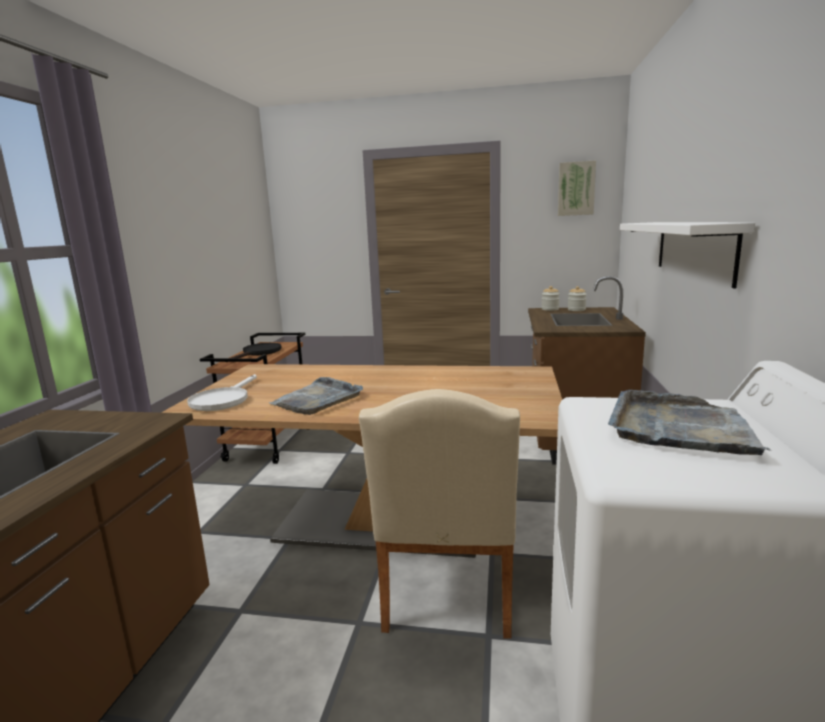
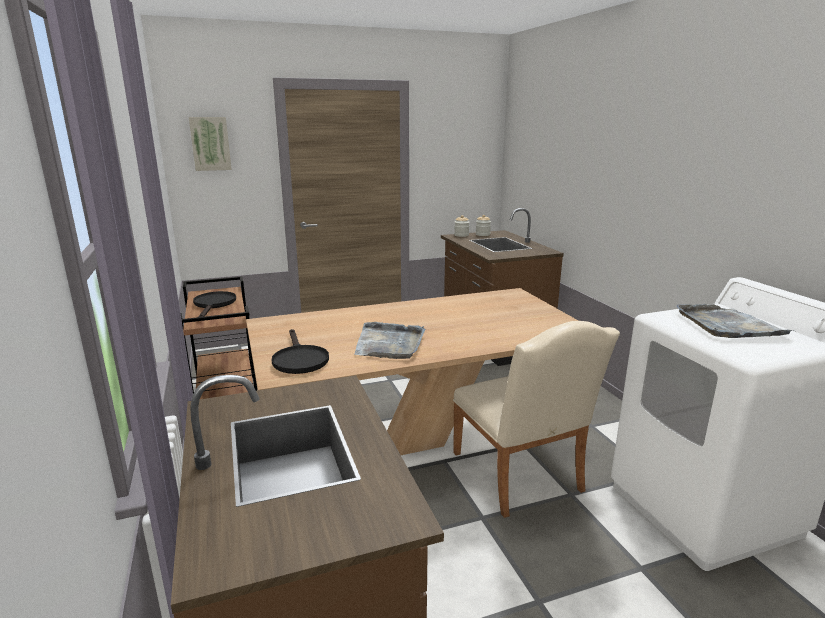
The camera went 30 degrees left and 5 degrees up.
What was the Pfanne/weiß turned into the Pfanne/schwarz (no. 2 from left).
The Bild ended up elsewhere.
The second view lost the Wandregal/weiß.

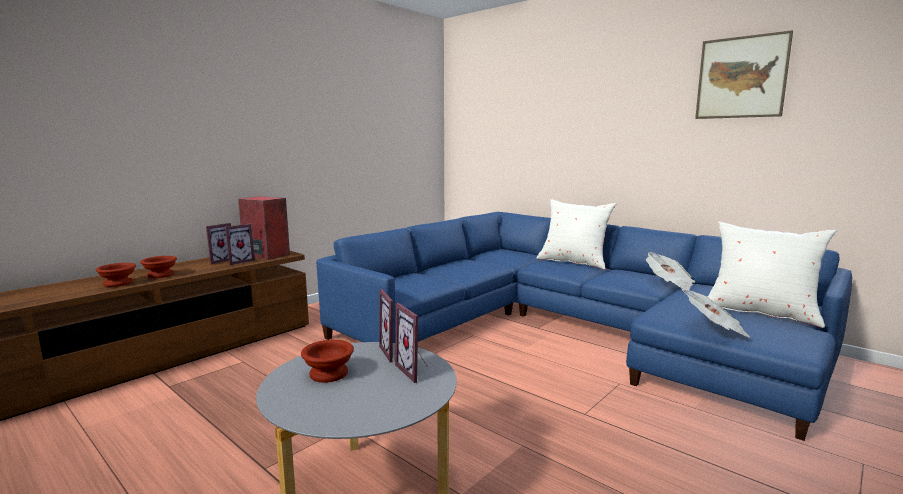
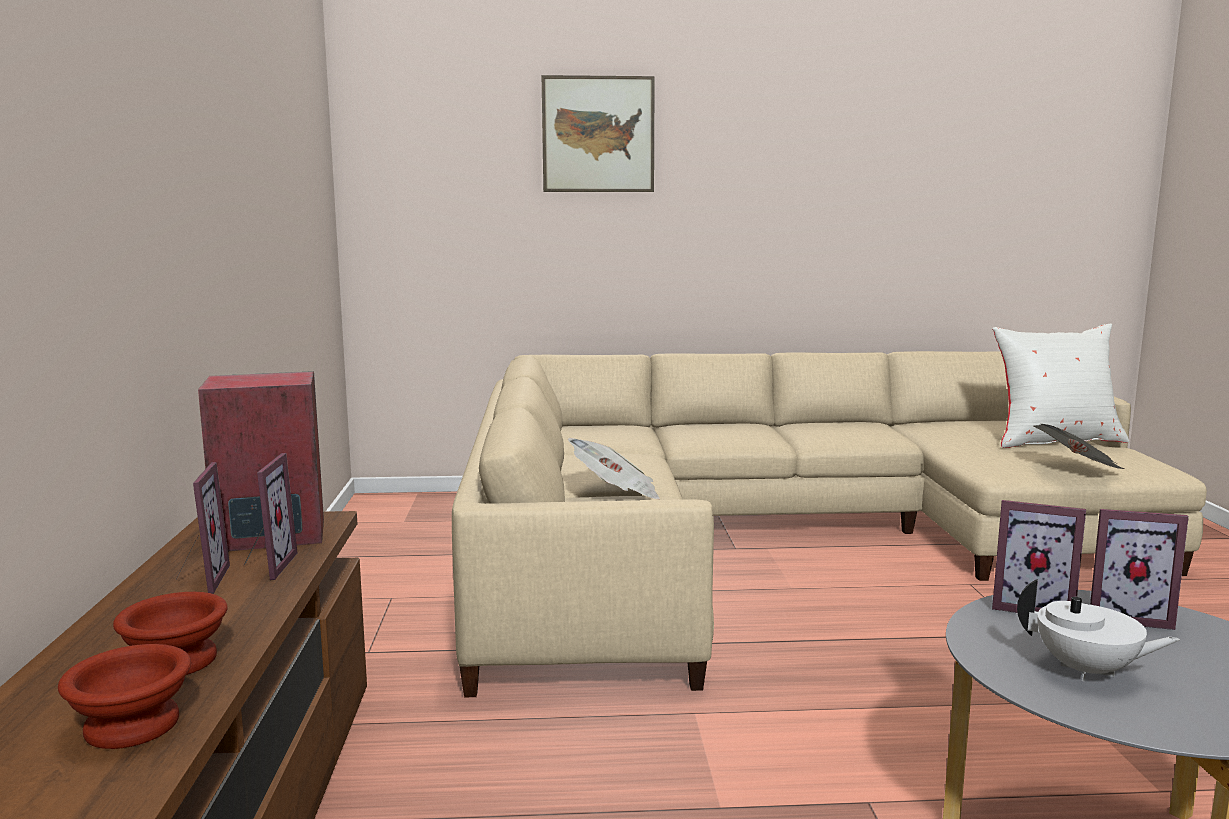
The camera went 45 degrees left and 0 degrees up.
Where the Schüssel/braun (no. 3 from left) stood, the Teekanne/weiß came to stand.
What was the Sofa/blau turned into the Sofa/beige.
The second view lost the Kissen/weiß (no. 1 from left).
The Zeitung (no. 1 from left) ended up elsewhere.
The Bild ended up elsewhere.

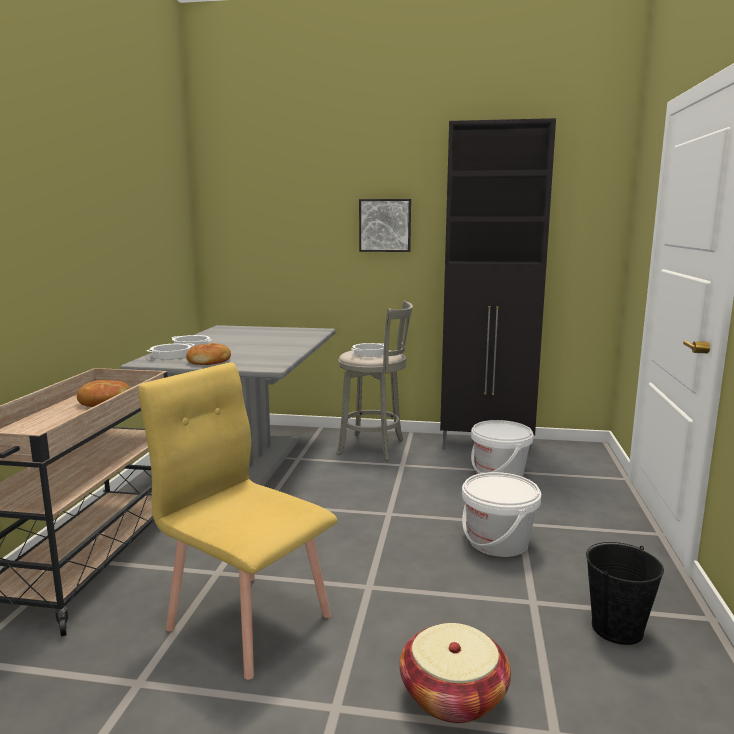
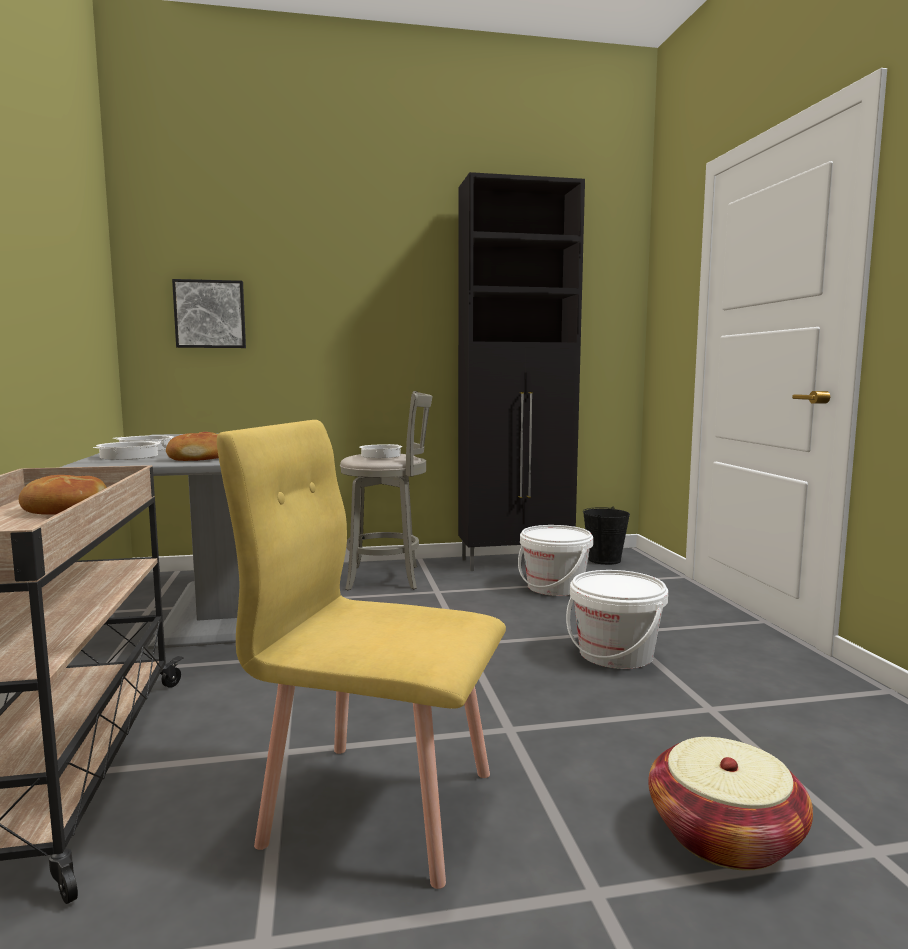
The camera went 20 degrees left and 5 degrees down.
The Bild ended up elsewhere.
The Eimer/schwarz ended up elsewhere.

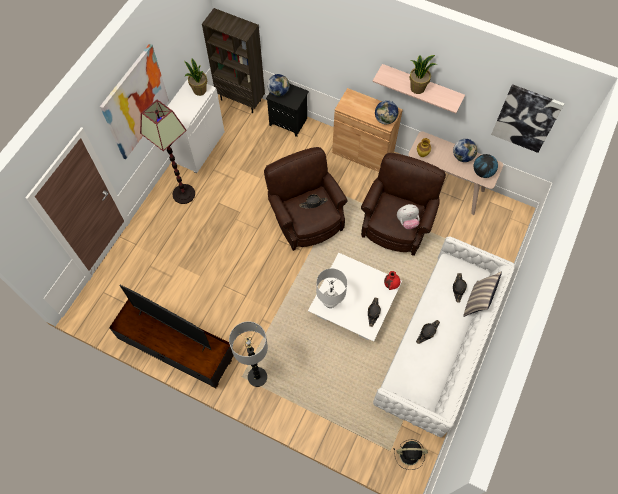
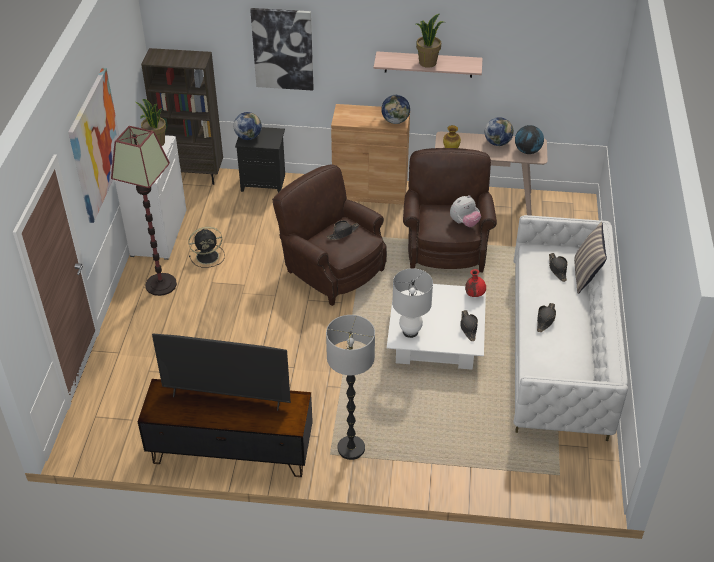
The camera went 20 degrees left and 20 degrees down.
The Ventilator/schwarz ended up elsewhere.
The Bild (no. 2 from left) ended up elsewhere.

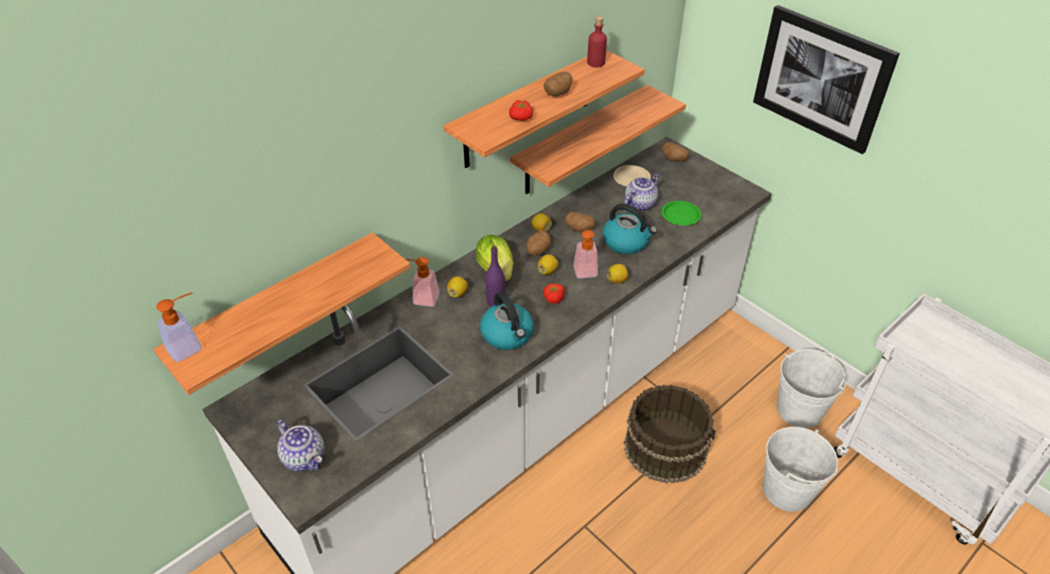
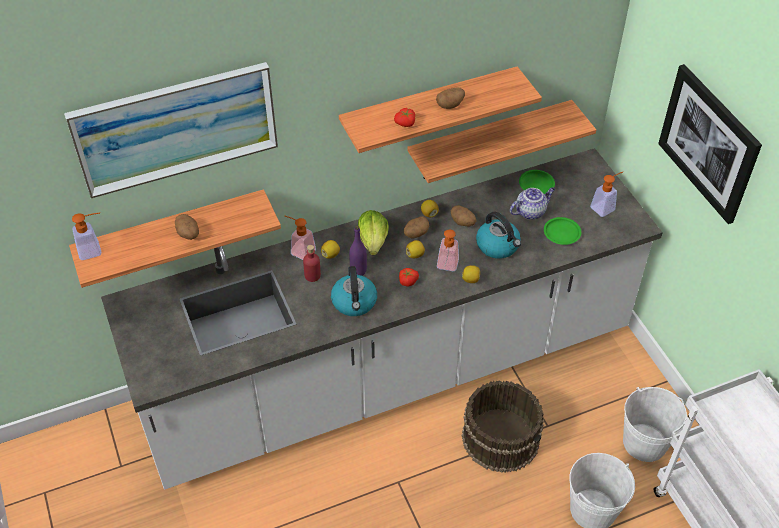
The camera went 20 degrees right and 5 degrees up.
The second view lost the Teekanne (no. 1 from left).
The Flasche/rot ended up elsewhere.
What was the Teller/beige turned into the Teller/grün (no. 1 from left).
The Kartoffel (no. 4 from left in the first image) ended up elsewhere.
The second view gained the Bild (no. 1 from left).
The second view gained the Seifenspender (no. 4 from left).

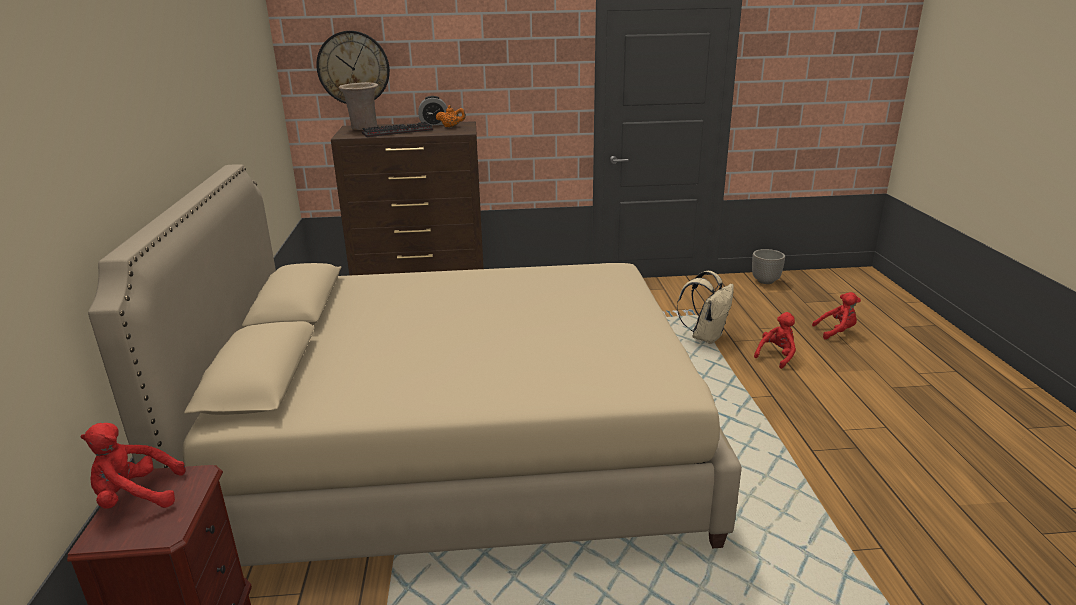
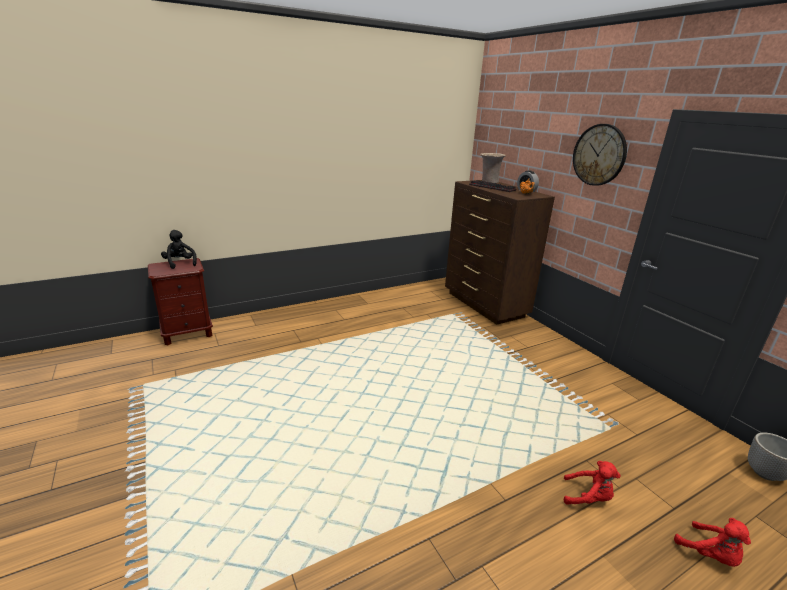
The camera went 65 degrees right and 0 degrees up.
What was the Plüschtier/rot (no. 1 from left) turned into the Plüschtier/schwarz.
The second view lost the Bett/beige.
The Wanduhr ended up elsewhere.
The second view lost the Rucksack/beige.

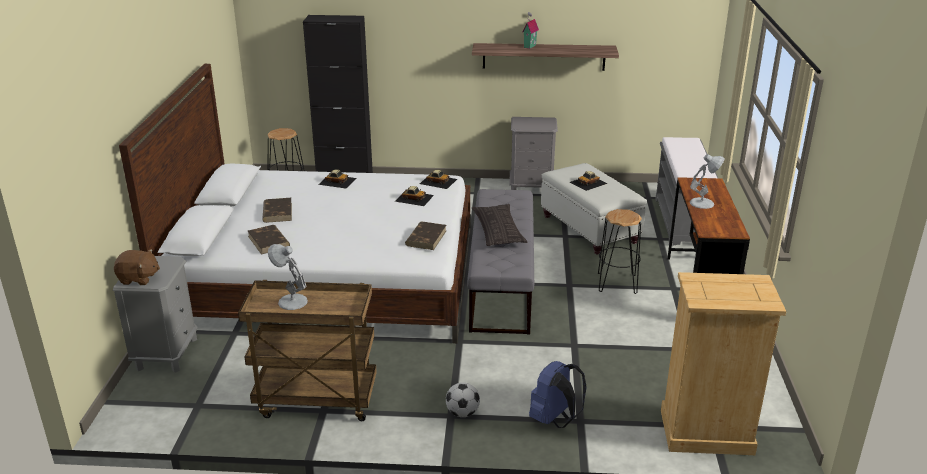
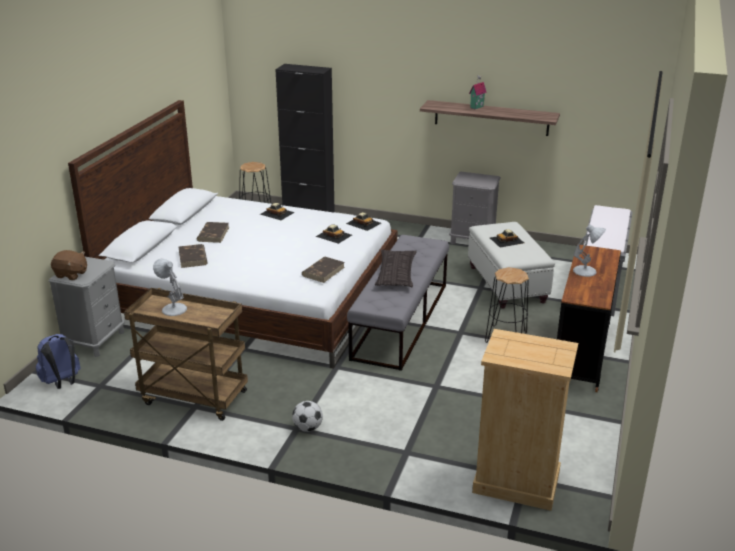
The camera went 15 degrees right and 0 degrees up.
The Rucksack/blau ended up elsewhere.

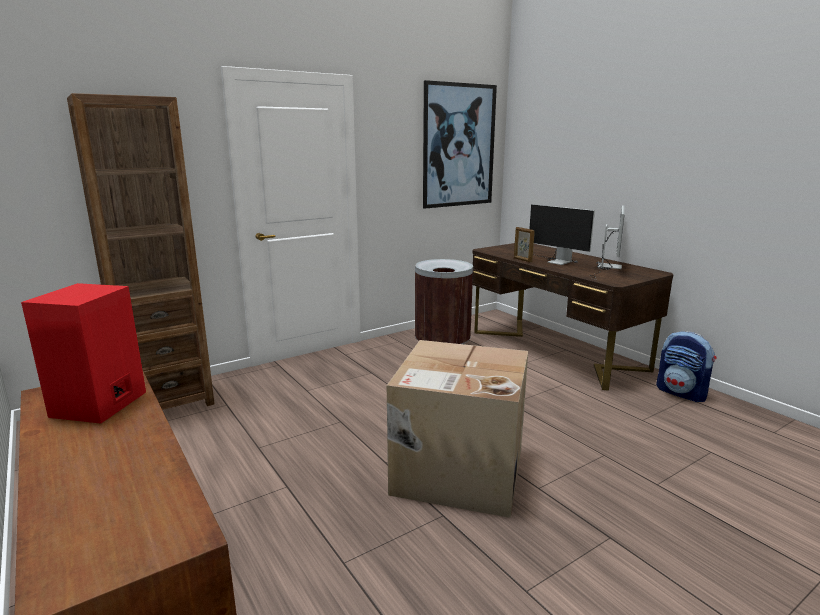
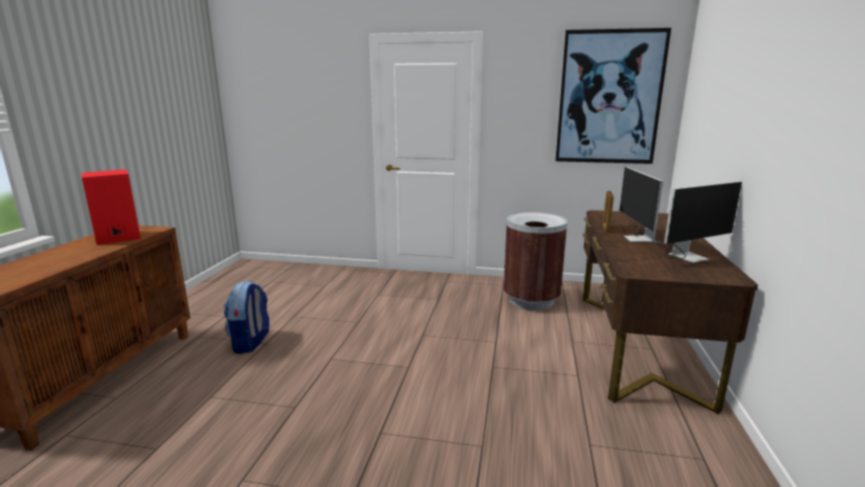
The camera went 45 degrees right and 0 degrees up.
The second view lost the Bücherregal/braun.
The second view lost the Karton.
The Rucksack ended up elsewhere.

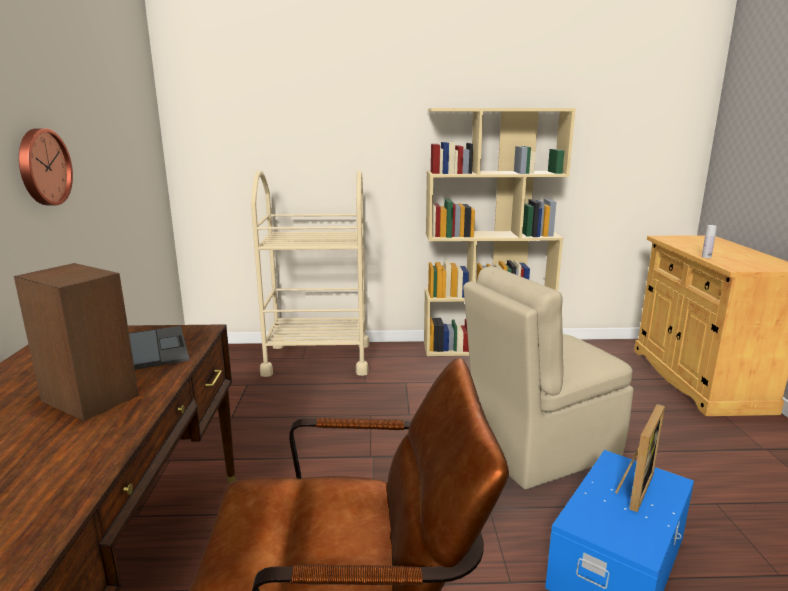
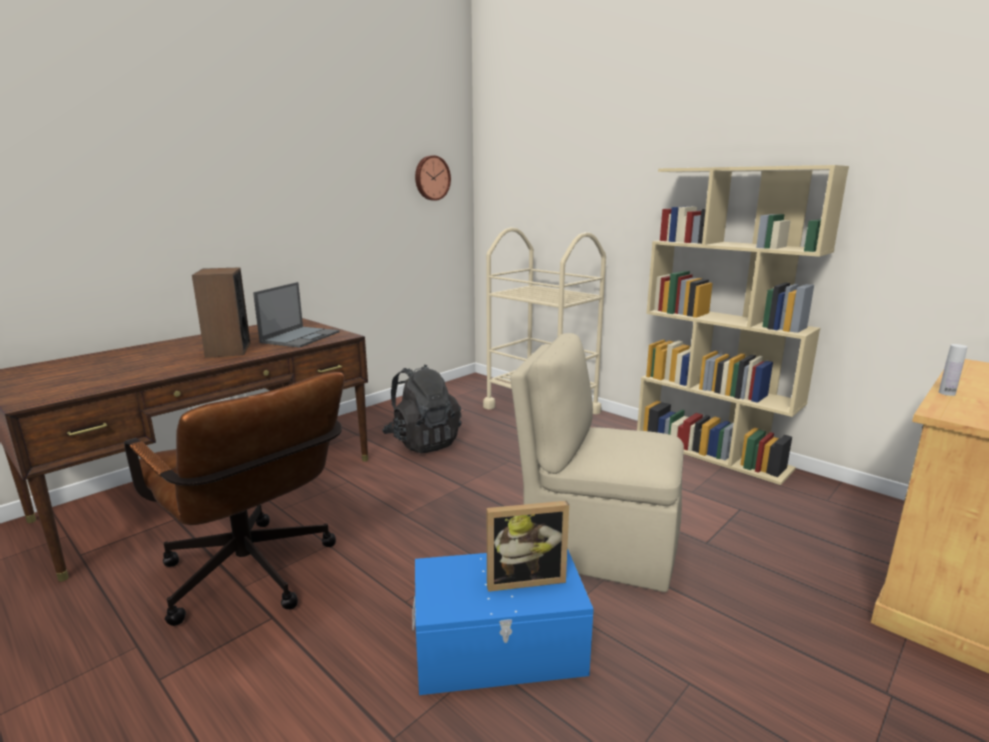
The camera went 45 degrees right and 0 degrees up.
The Wanduhr ended up elsewhere.
The second view gained the Rucksack/schwarz.

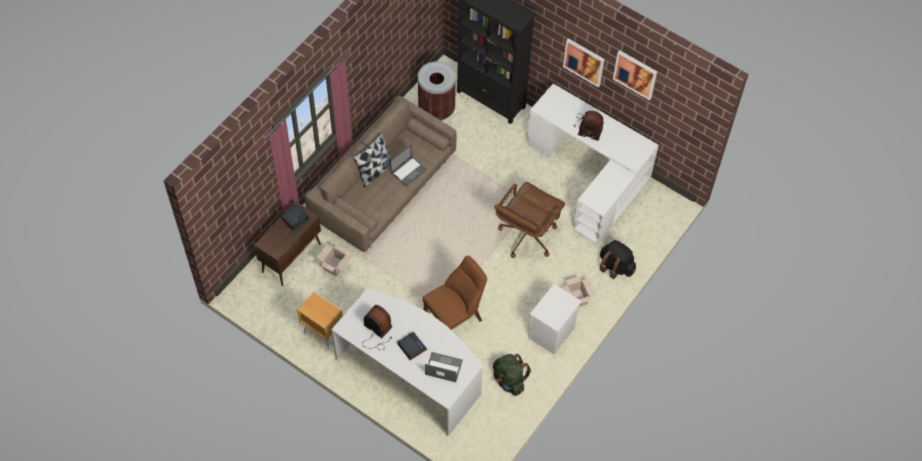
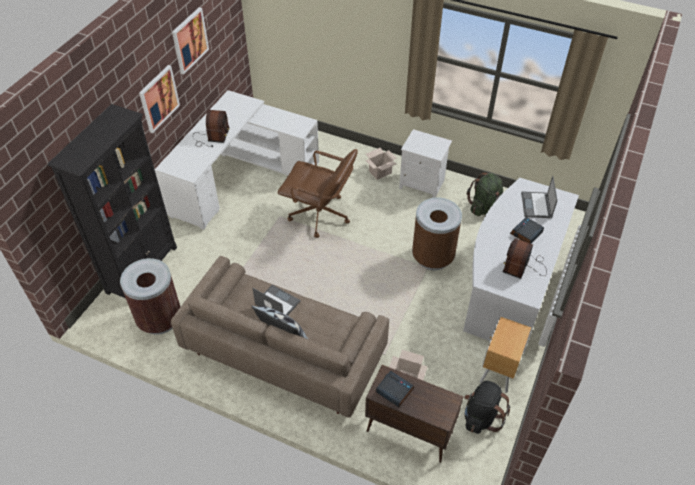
The camera went 100 degrees left and 10 degrees down.
Where the Stuhl/braun stood, the Mülleimer/braun (no. 2 from left) came to stand.
The Rucksack/schwarz ended up elsewhere.

